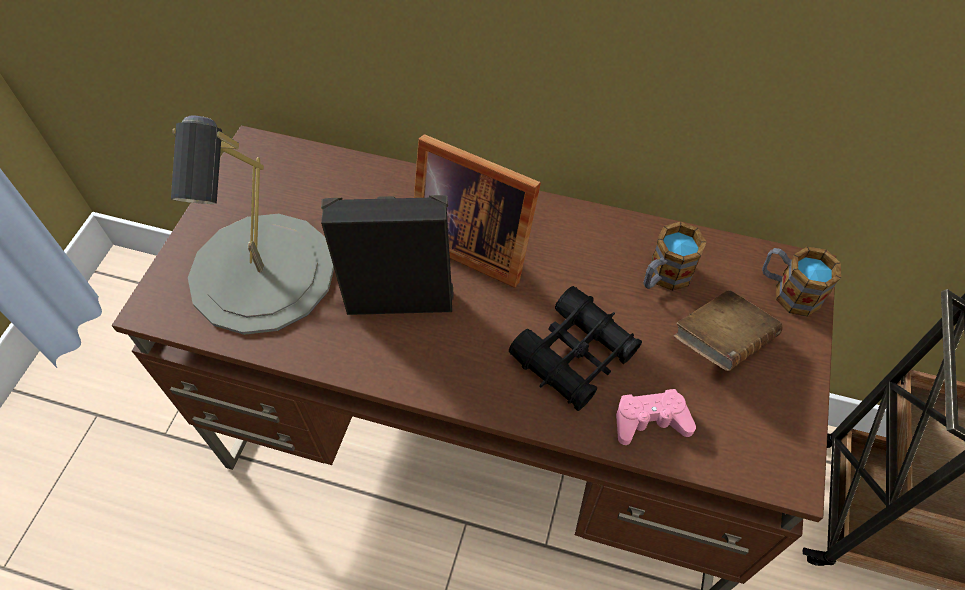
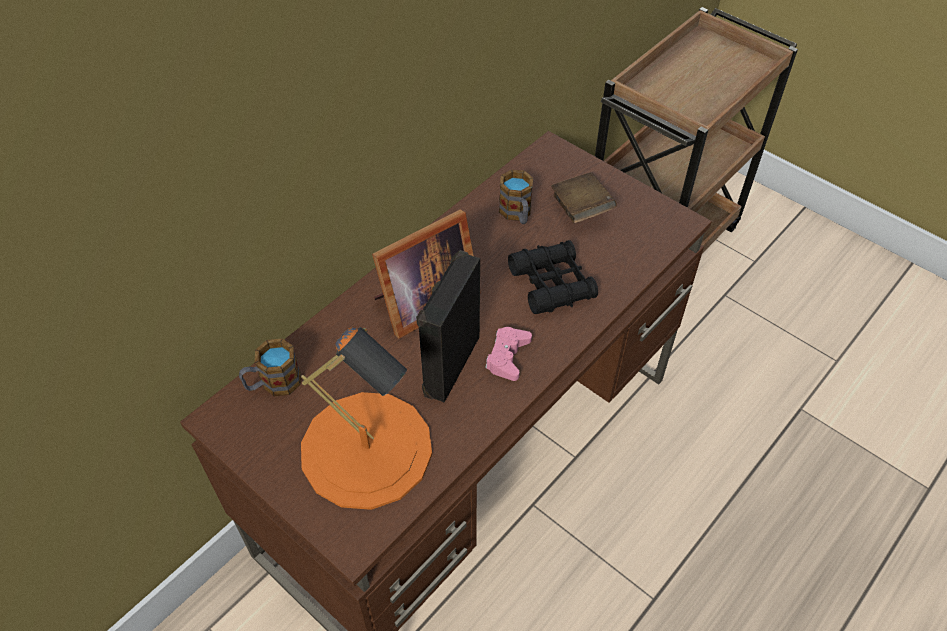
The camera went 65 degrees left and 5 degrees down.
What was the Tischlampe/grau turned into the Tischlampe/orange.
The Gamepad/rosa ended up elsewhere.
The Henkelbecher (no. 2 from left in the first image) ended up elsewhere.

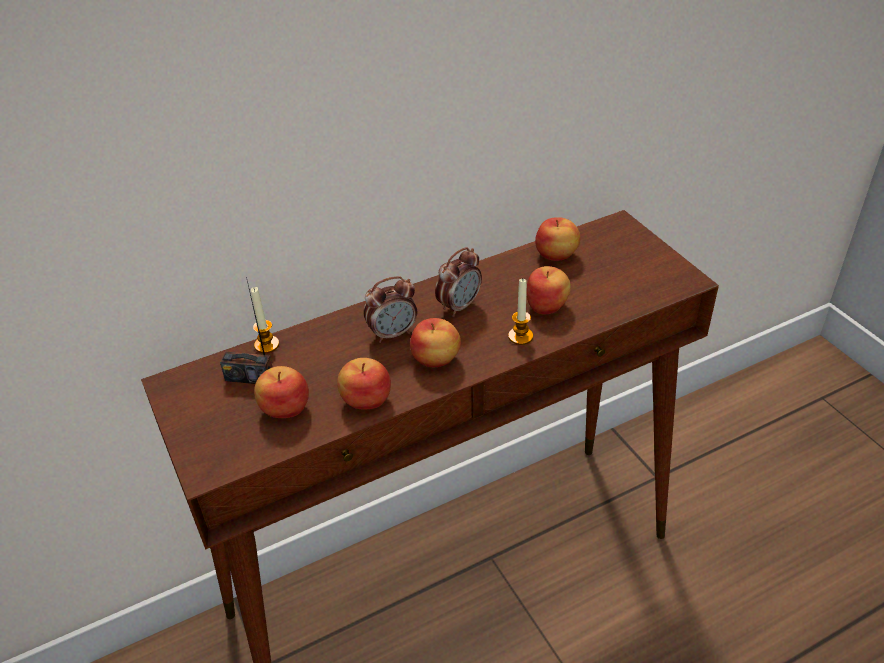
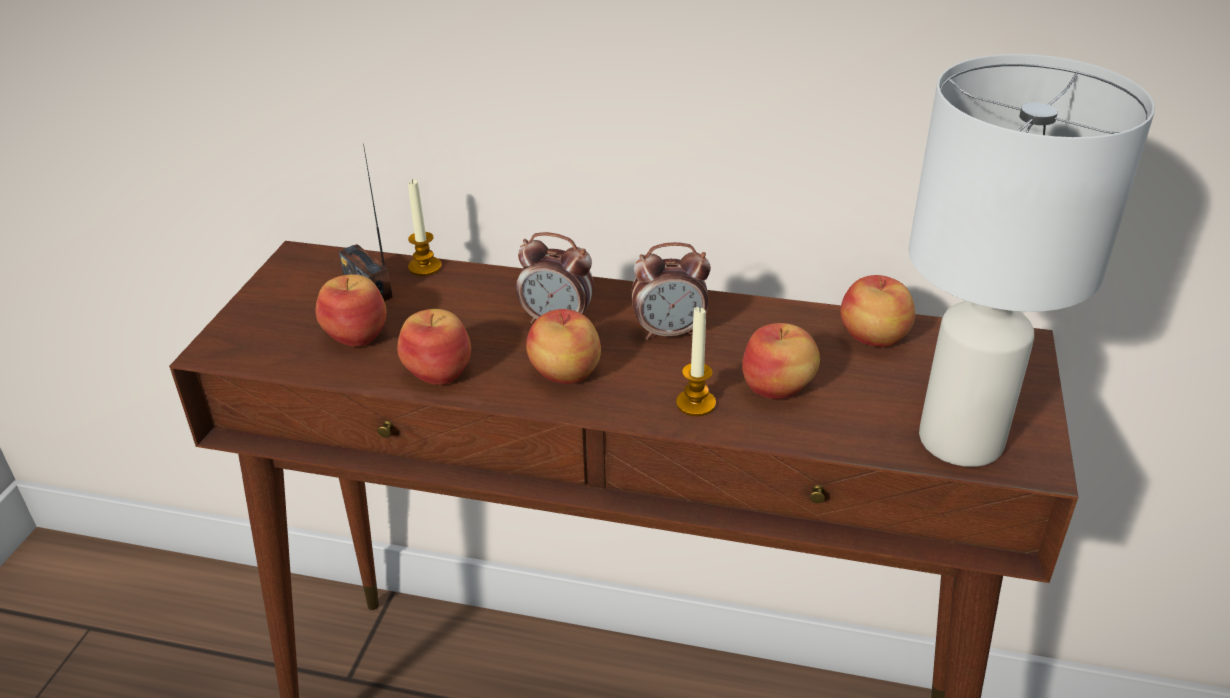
The camera went 40 degrees right and 5 degrees down.
The second view gained the Tischlampe/weiß.

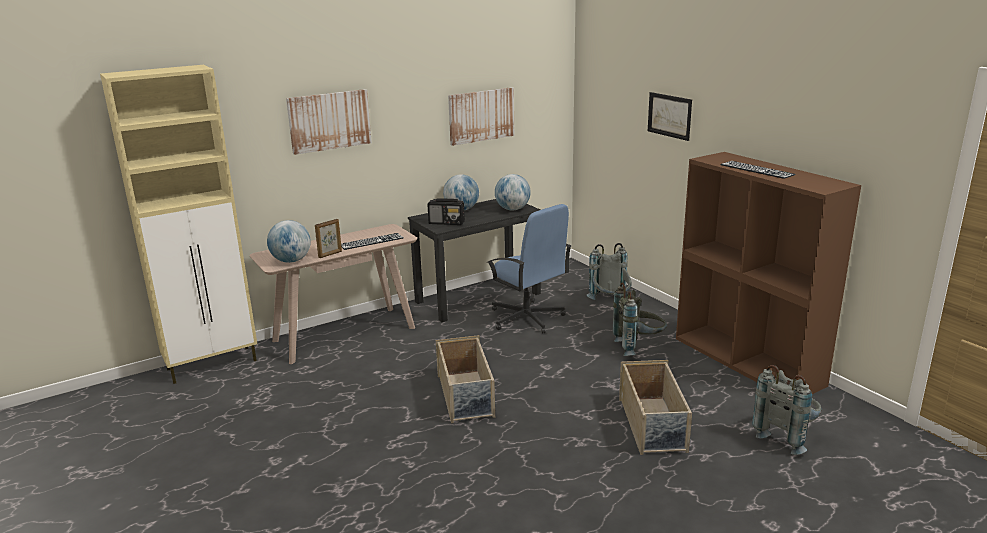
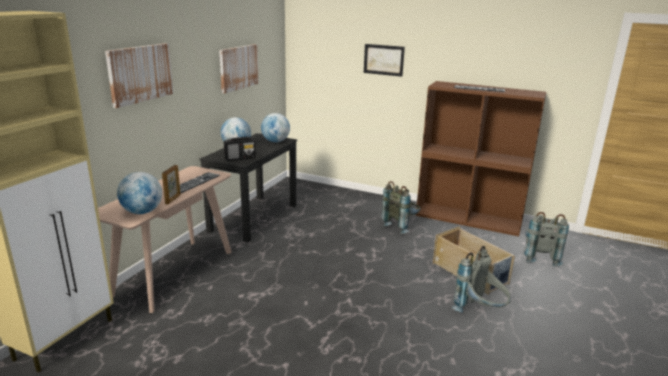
The camera went 35 degrees left and 0 degrees up.
The second view lost the Aufbewahrungsbox/beige (no. 1 from left).
The second view lost the Bürostuhl/blau.
The Rucksack/grau (no. 1 from left in the first image) ended up elsewhere.

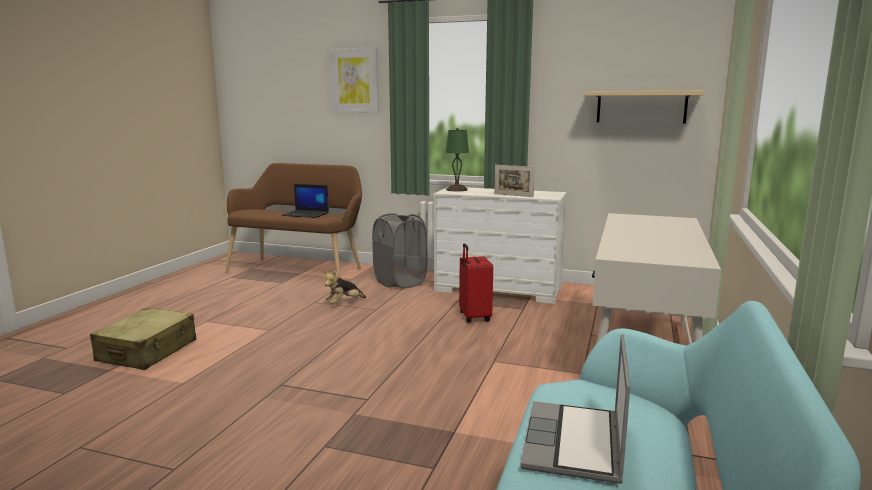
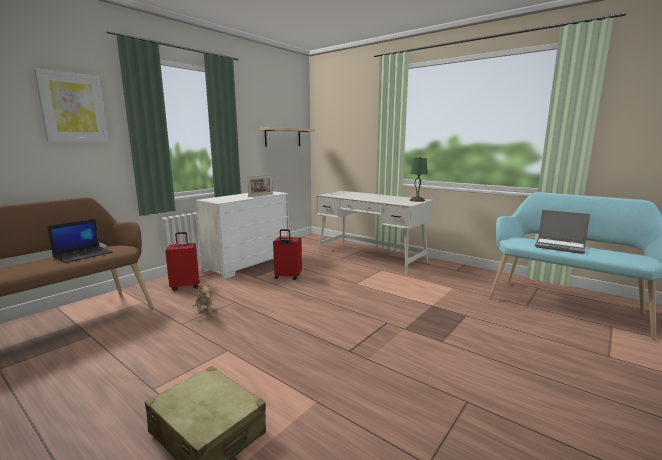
The camera went 70 degrees left and 0 degrees up.
Where the Wäschekorb/grau stood, the Koffer/rot (no. 1 from left) came to stand.
The Tischlampe/grün ended up elsewhere.

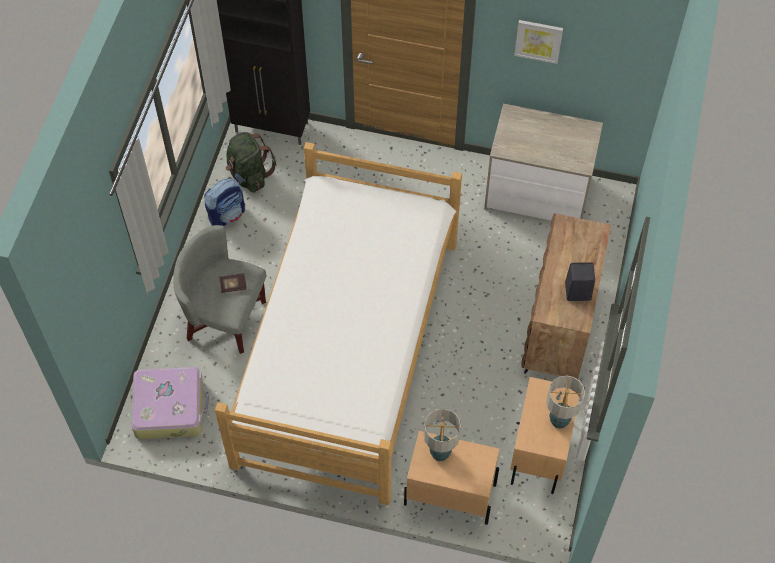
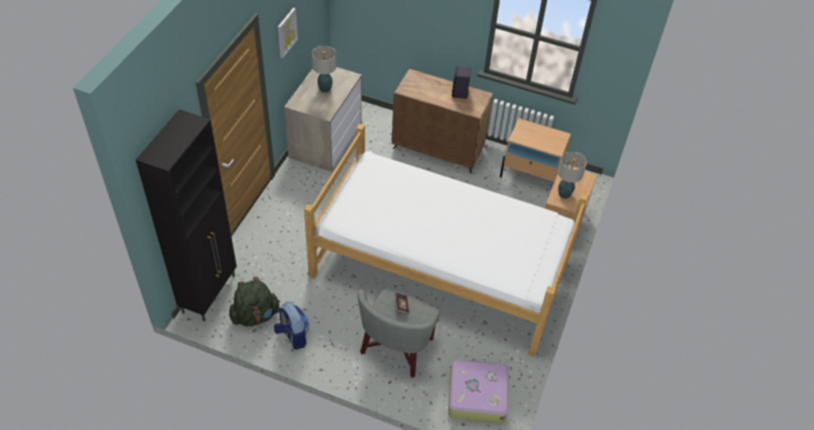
The camera went 85 degrees left and 10 degrees down.
The Tischlampe (no. 2 from left in the first image) ended up elsewhere.

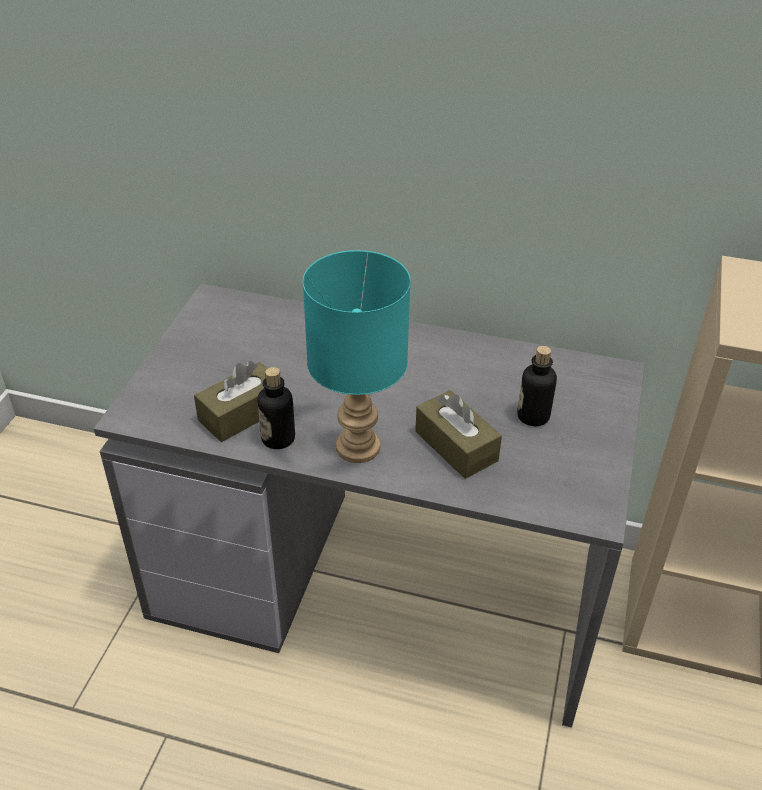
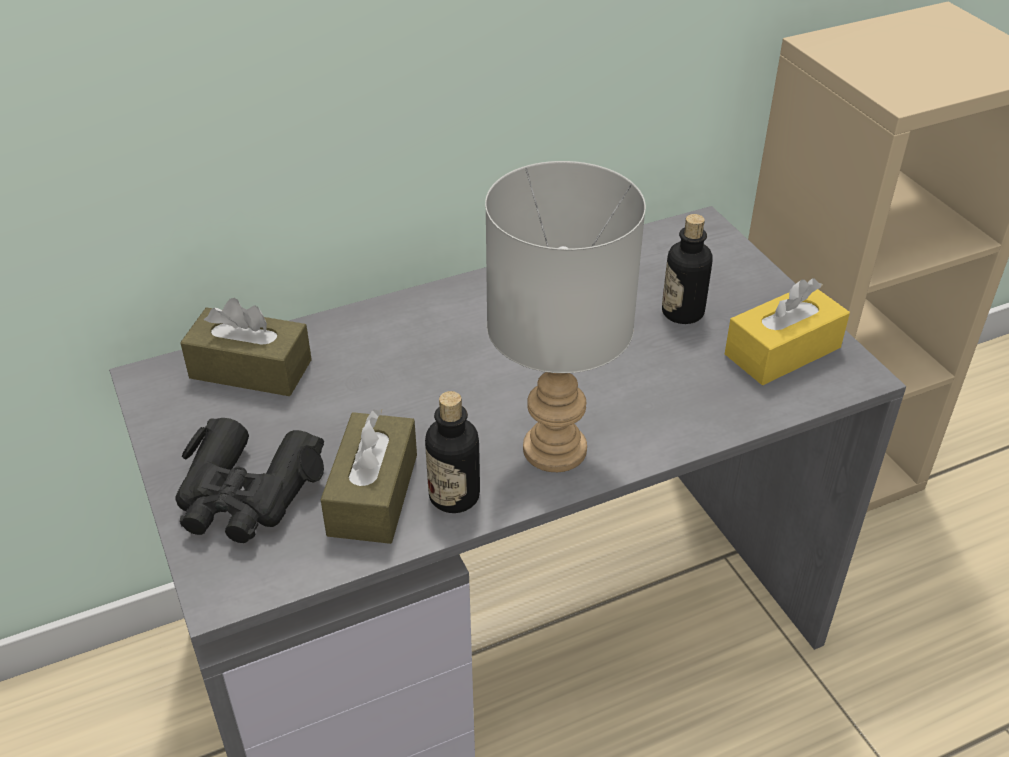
The camera went 40 degrees left and 0 degrees up.
What was the Tischlampe/türkis turned into the Tischlampe/grau.
The Taschentuchbox/braun (no. 2 from left in the first image) ended up elsewhere.
The second view gained the Fernglas/schwarz.
The second view gained the Taschentuchbox/gelb.

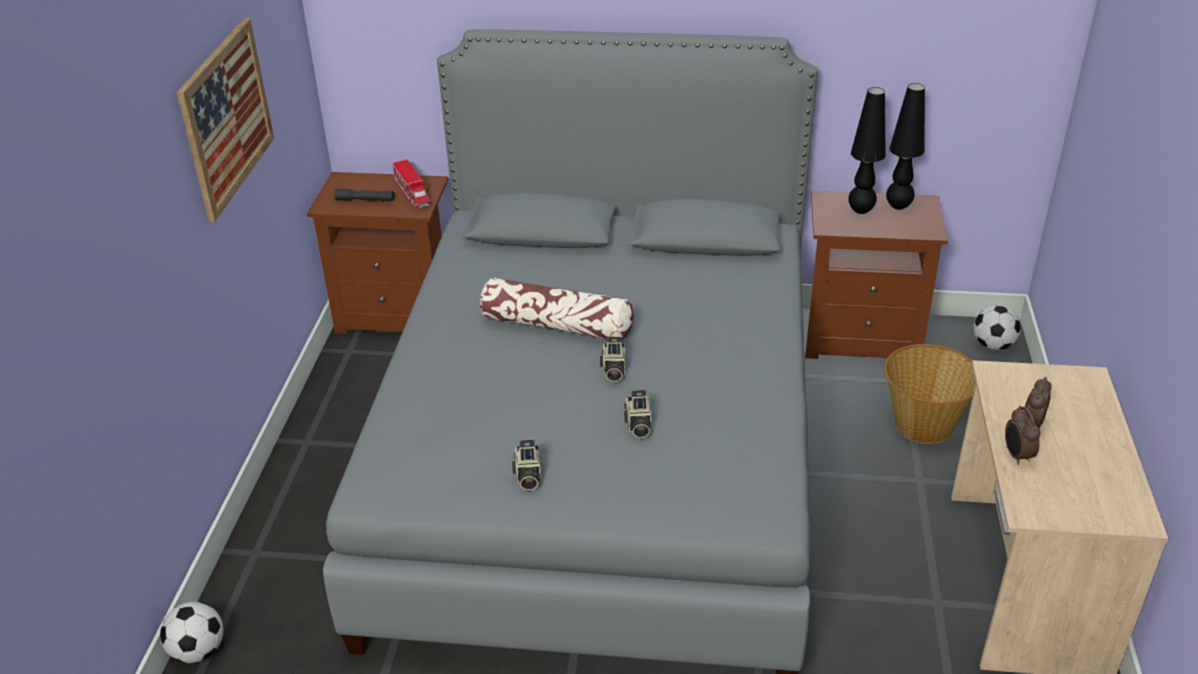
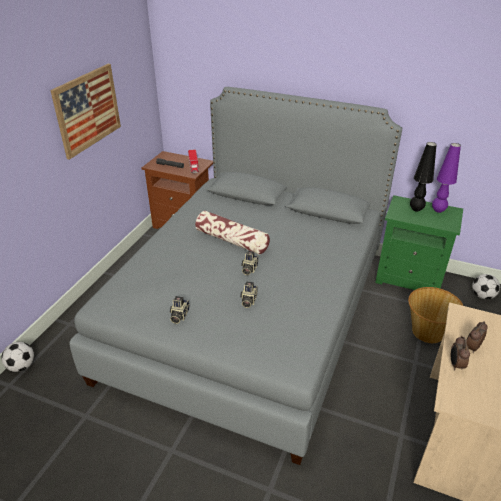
The camera went 15 degrees right and 0 degrees up.
What was the Nachttisch/braun (no. 2 from left) turned into the Nachttisch/grün.
What was the Tischlampe/schwarz (no. 2 from left) turned into the Tischlampe/lila.

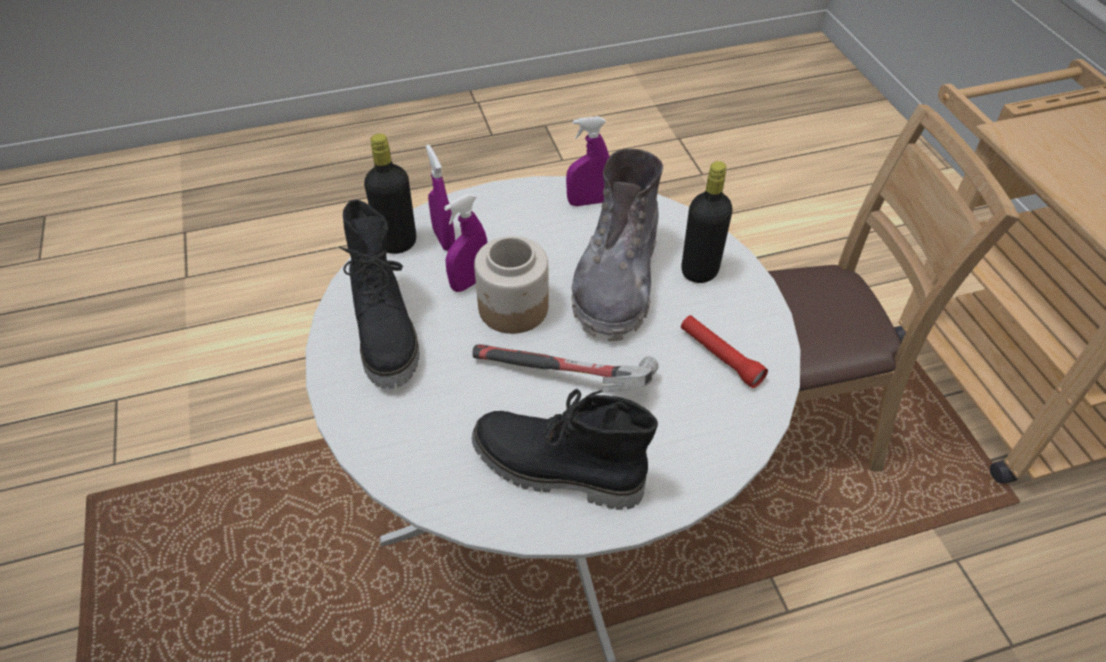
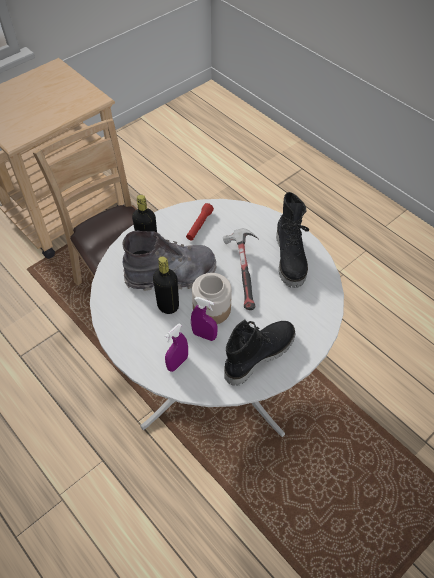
The camera went 115 degrees left and 5 degrees up.
The Flasche/schwarz (no. 1 from left in the first image) ended up elsewhere.
The second view lost the Sprühflasche/lila (no. 3 from left).

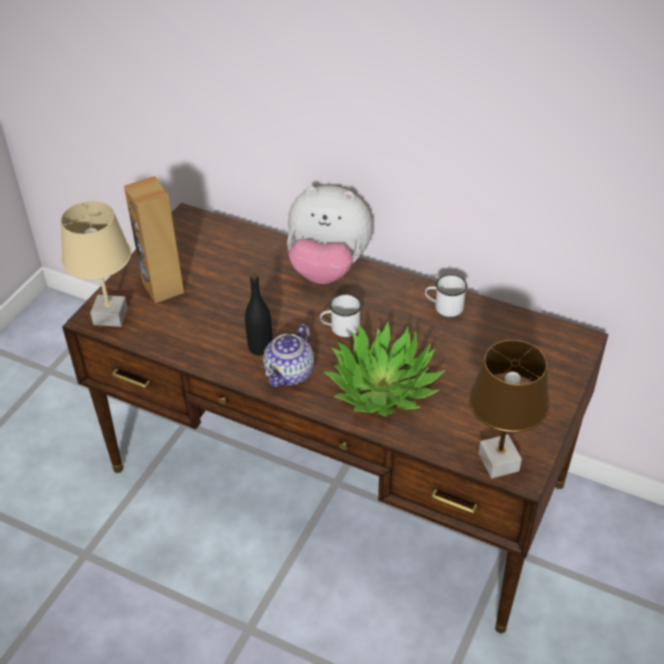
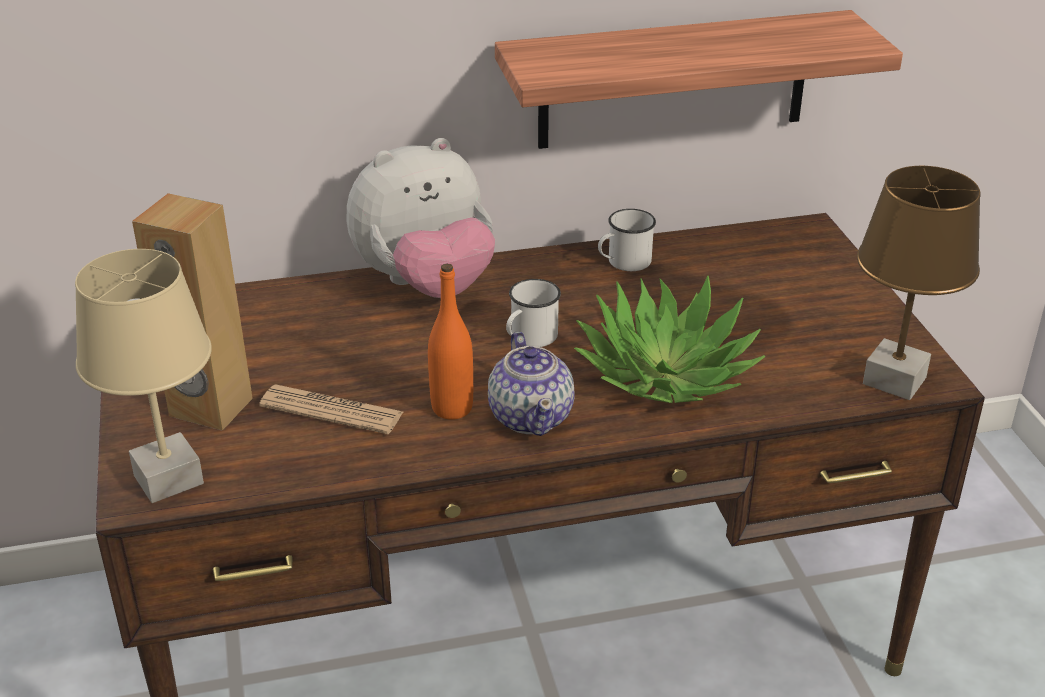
The camera went 40 degrees left and 10 degrees down.
What was the Flasche/schwarz turned into the Flasche/orange.
The second view gained the Zeitung.
The second view gained the Wandregal.

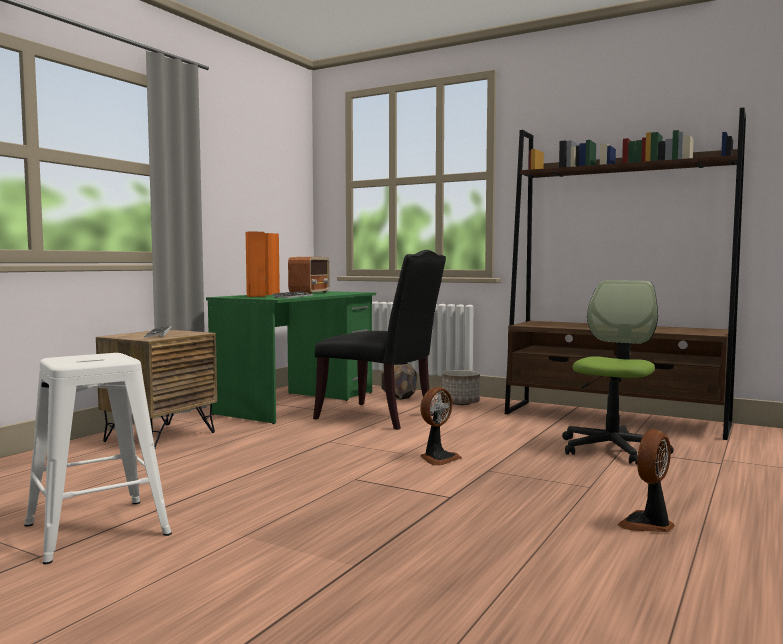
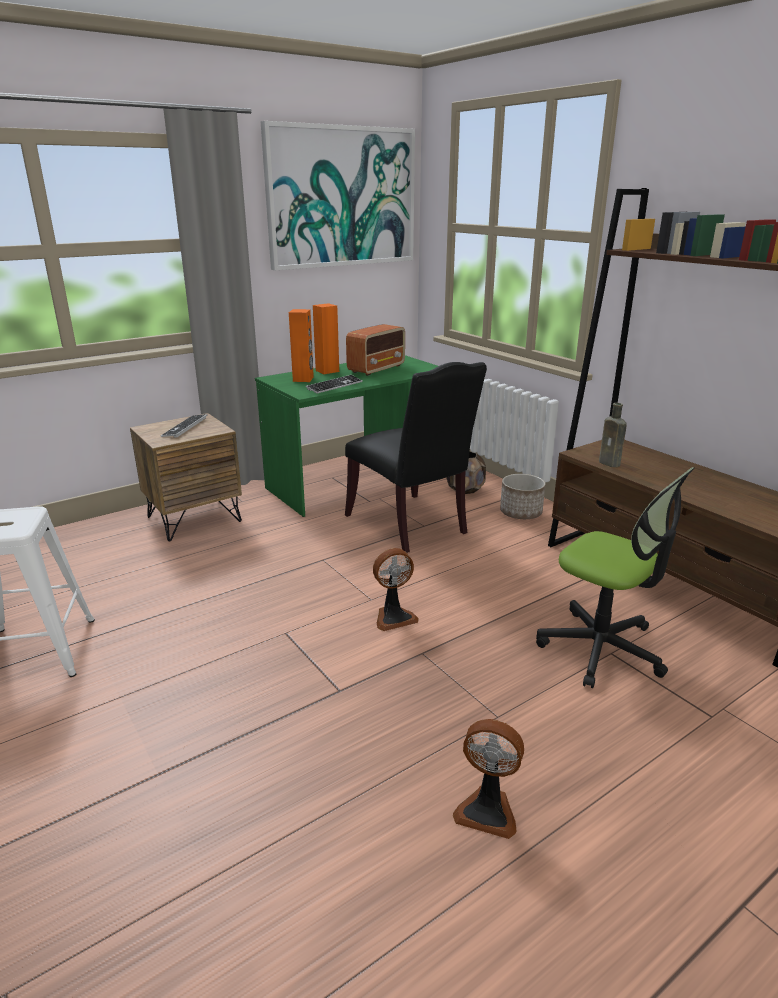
The camera went 25 degrees right and 20 degrees up.
The Bürostuhl ended up facing another way, 75 degrees clockwise from before.
The Ventilator (no. 2 from left) ended up facing another way, 135 degrees counterclockwise from before.
The second view gained the Bild.
The second view gained the Flasche/braun.

